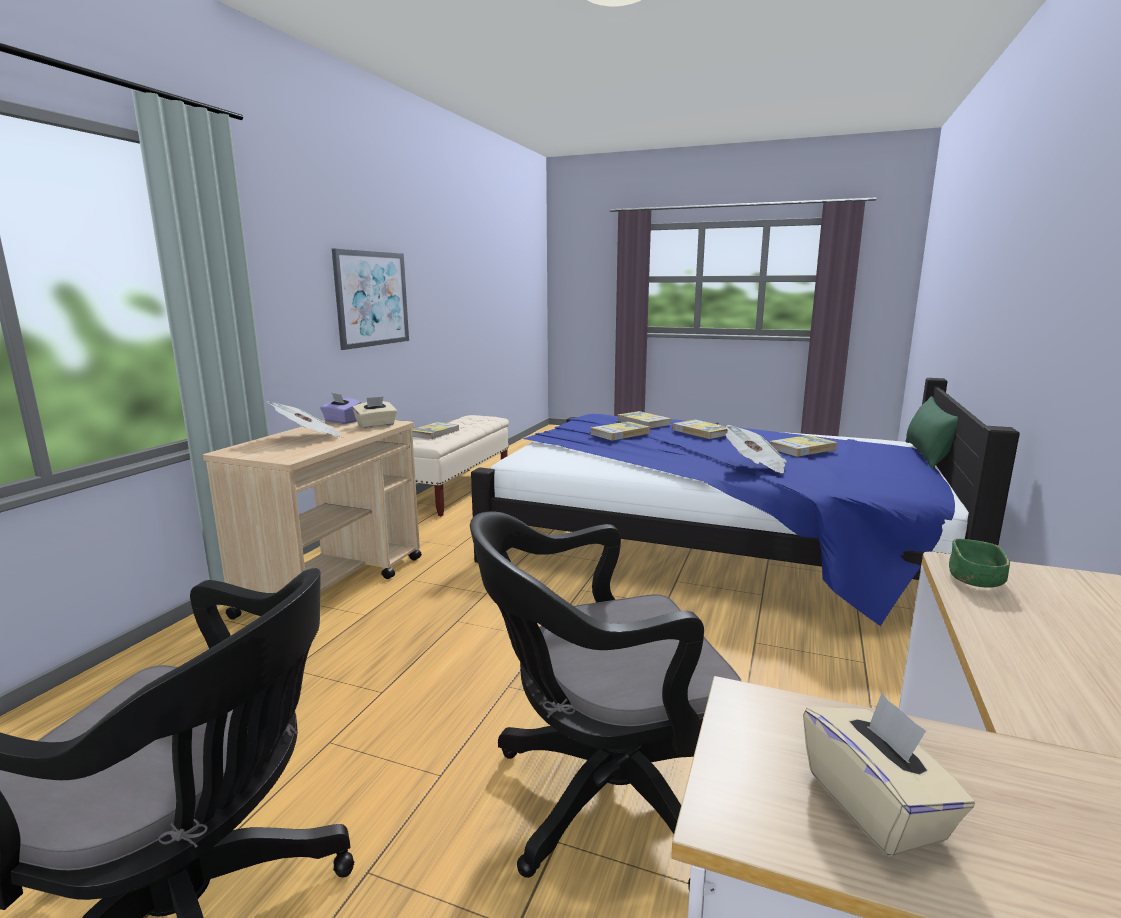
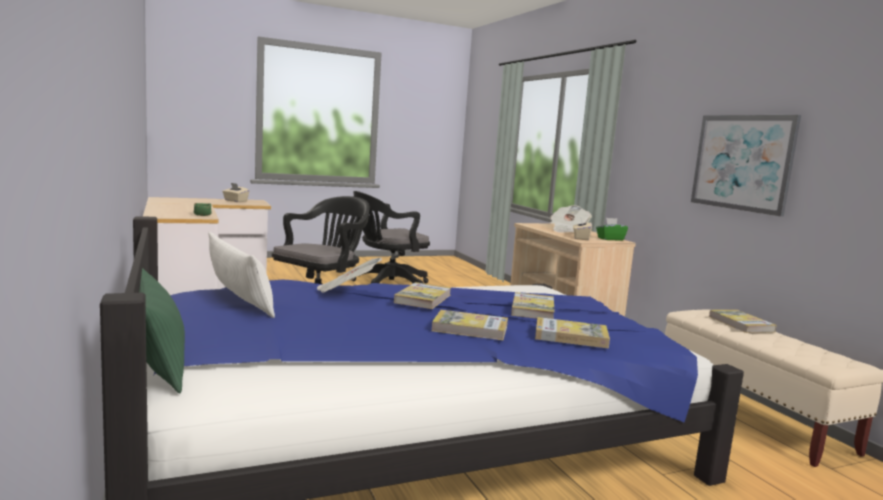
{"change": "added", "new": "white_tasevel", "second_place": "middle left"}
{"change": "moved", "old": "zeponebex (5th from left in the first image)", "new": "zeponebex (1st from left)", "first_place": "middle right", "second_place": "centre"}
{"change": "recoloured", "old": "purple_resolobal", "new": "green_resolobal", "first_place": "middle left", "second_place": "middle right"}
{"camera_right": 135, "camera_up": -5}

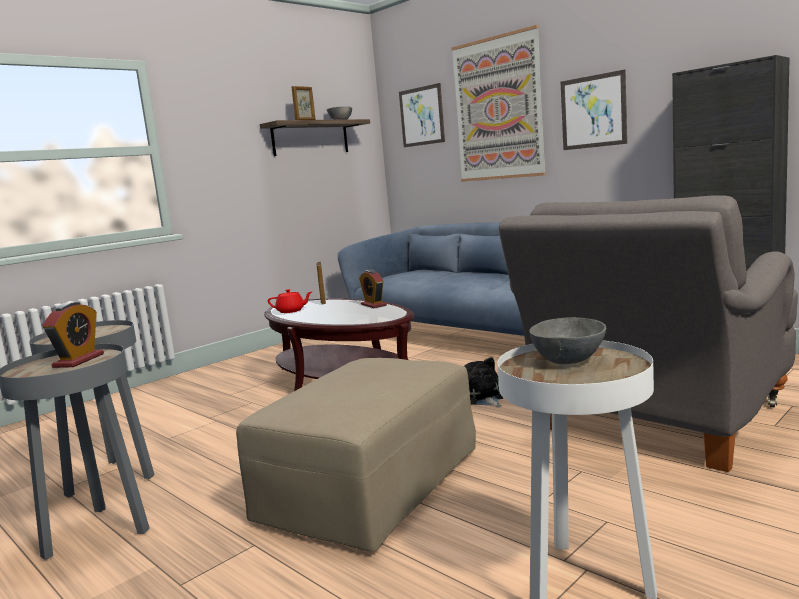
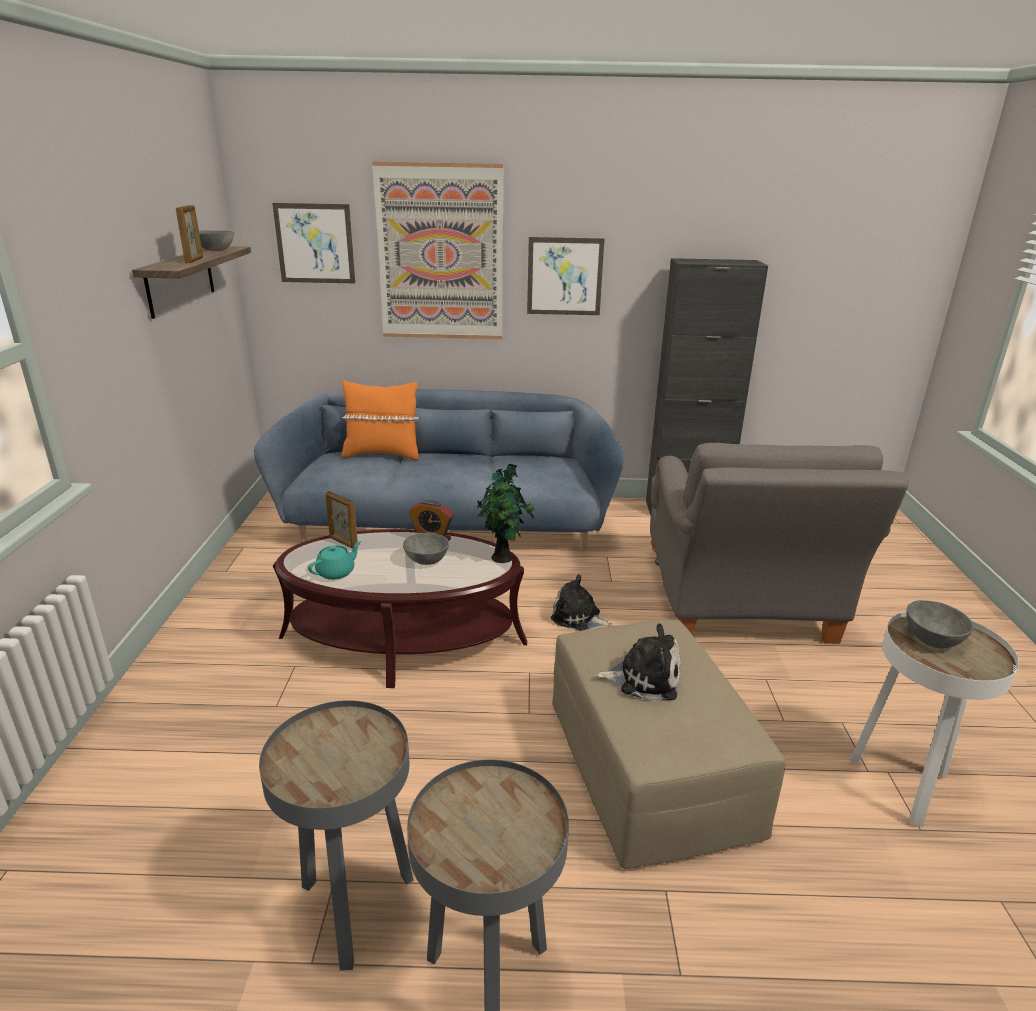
{"change": "recoloured", "old": "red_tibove", "new": "turquoise_tibove", "first_place": "centre", "second_place": "middle left"}
{"change": "added", "new": "orange_tasevel", "second_place": "centre"}
{"change": "added", "new": "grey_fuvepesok (2nd from left)", "second_place": "centre"}
{"change": "added", "new": "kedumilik", "second_place": "centre"}
{"change": "added", "new": "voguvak (2nd from left)", "second_place": "centre"}
{"change": "removed", "old": "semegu (1st from left)", "first_place": "middle left"}
{"camera_right": -45, "camera_up": 15}

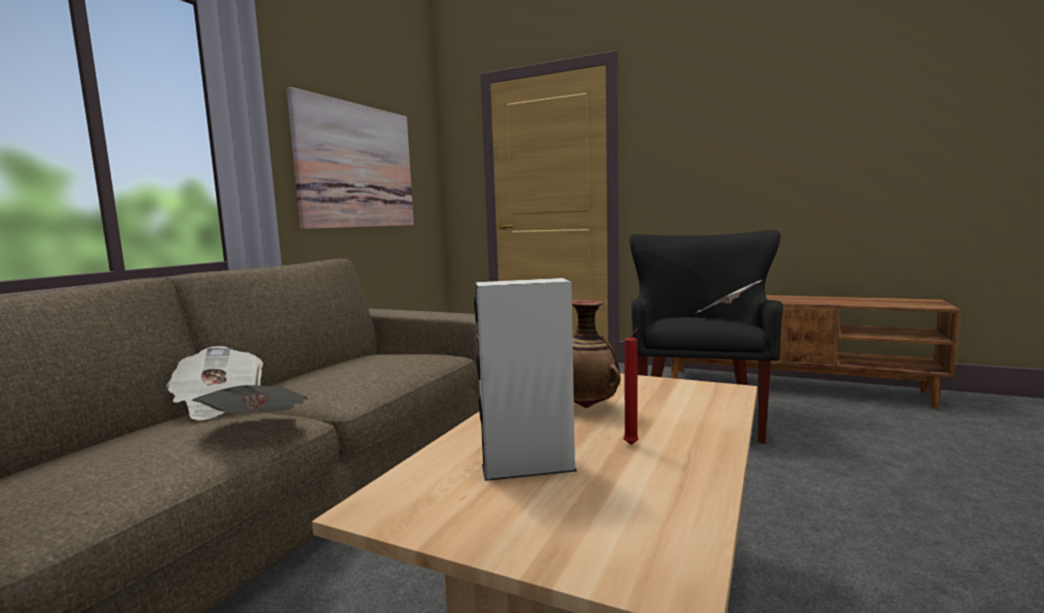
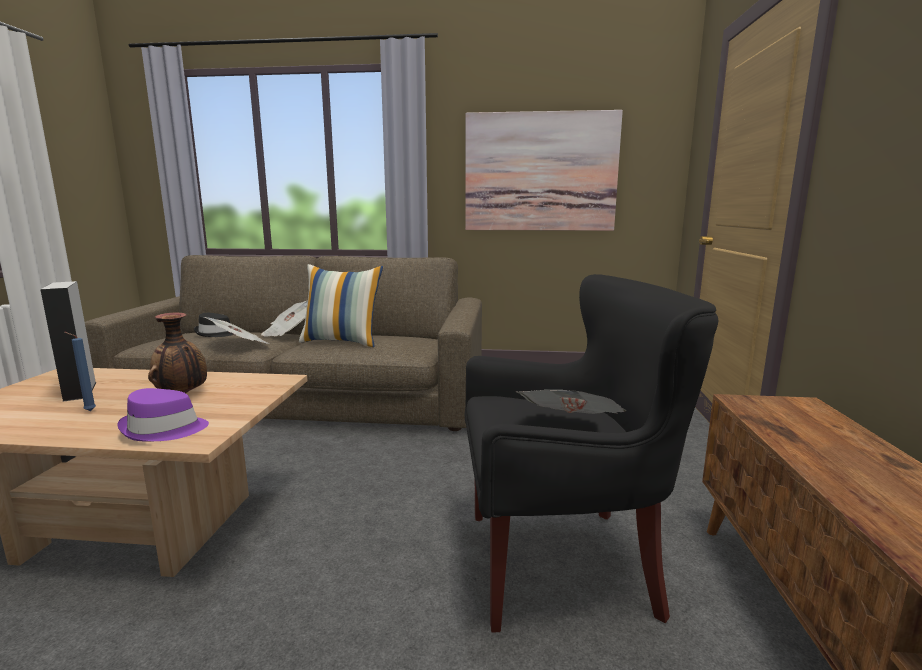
{"change": "recoloured", "old": "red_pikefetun", "new": "blue_pikefetun", "first_place": "centre", "second_place": "middle left"}
{"change": "added", "new": "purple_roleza", "second_place": "middle left"}
{"change": "added", "new": "black_roleza", "second_place": "middle left"}
{"change": "added", "new": "tasevel", "second_place": "centre"}
{"camera_right": 70, "camera_up": 5}

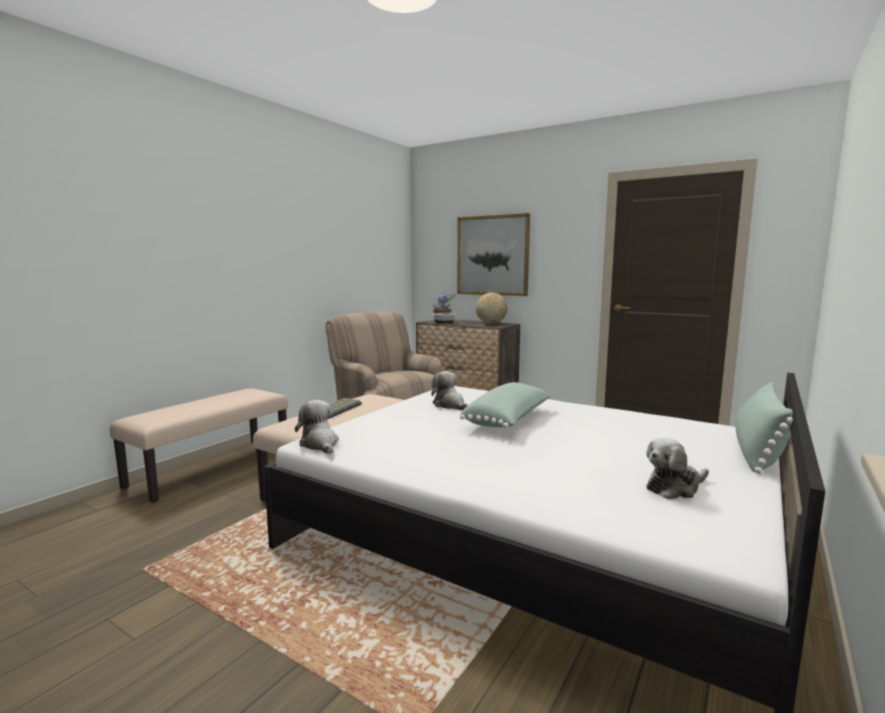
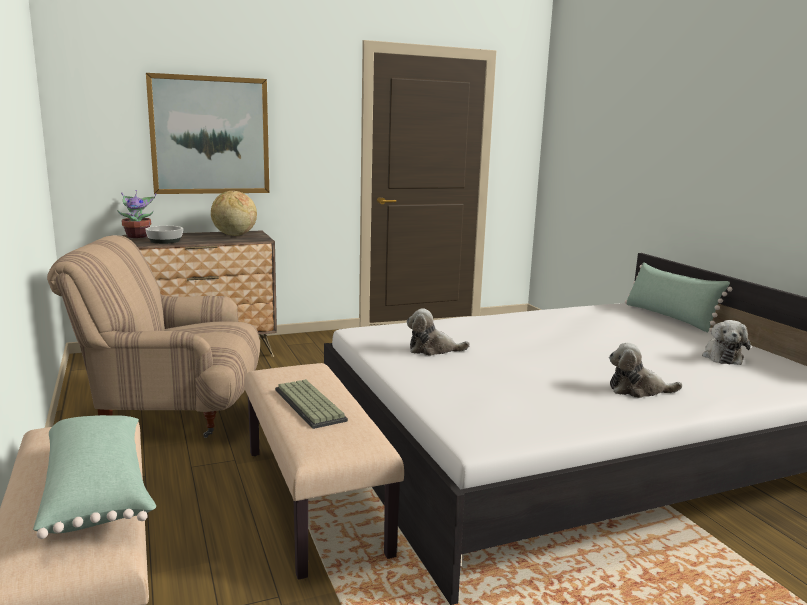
{"change": "moved", "old": "green_tasevel (1st from left)", "first_place": "centre", "second_place": "bottom left"}
{"change": "moved", "old": "voguvak (1st from left in the first image)", "new": "voguvak (2nd from left)", "first_place": "centre", "second_place": "middle right"}
{"camera_right": -55, "camera_up": 5}

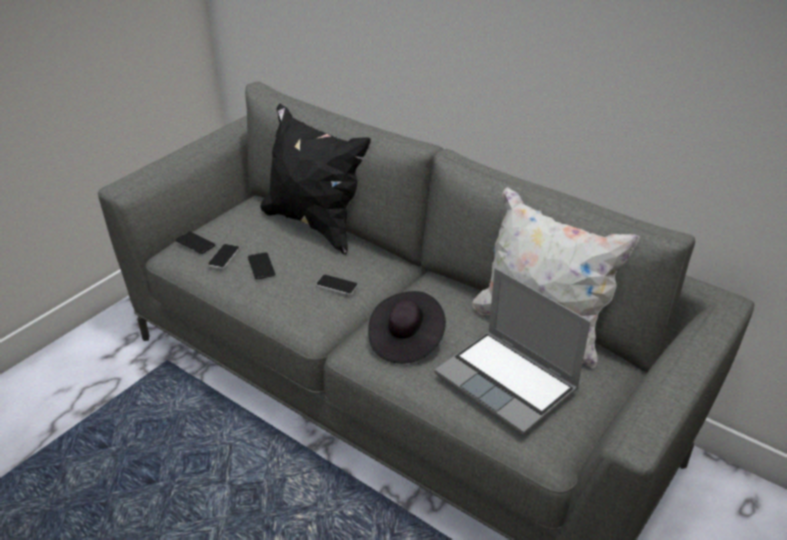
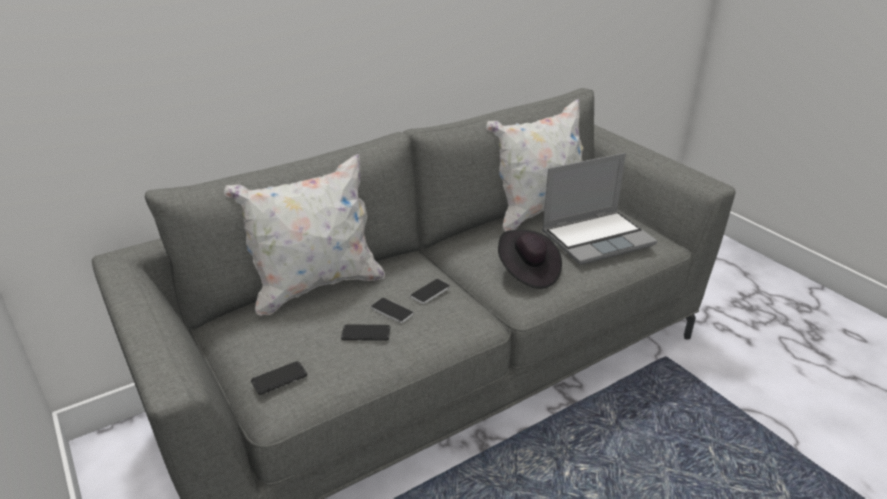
{"change": "recoloured", "old": "black_tasevel", "new": "white_tasevel (1st from left)", "first_place": "top centre", "second_place": "centre"}
{"change": "moved", "old": "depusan (2nd from left in the first image)", "new": "depusan (3rd from left)", "first_place": "middle left", "second_place": "centre"}
{"camera_right": -70, "camera_up": -5}

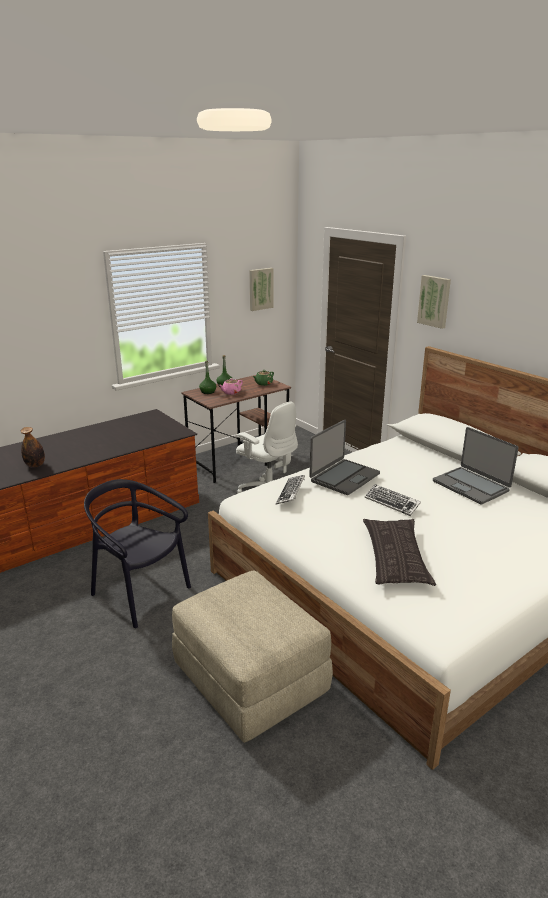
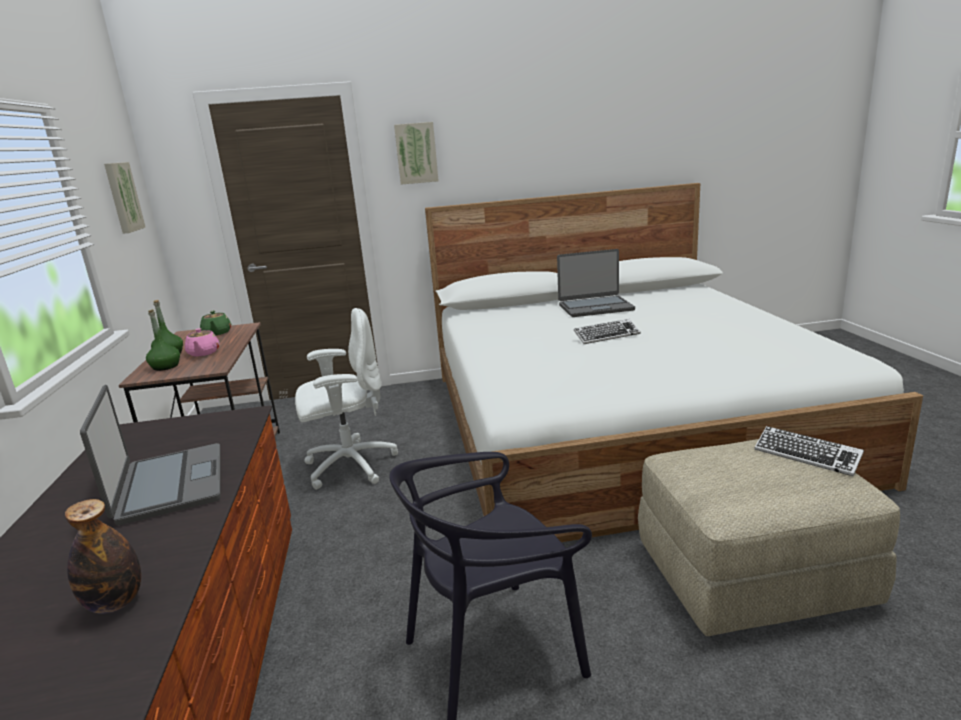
{"change": "moved", "old": "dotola (1st from left)", "first_place": "centre", "second_place": "middle left"}
{"change": "moved", "old": "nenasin (1st from left in the first image)", "new": "nenasin (2nd from left)", "first_place": "centre", "second_place": "middle right"}
{"change": "removed", "old": "tasevel", "first_place": "middle right"}
{"camera_right": -60, "camera_up": -5}

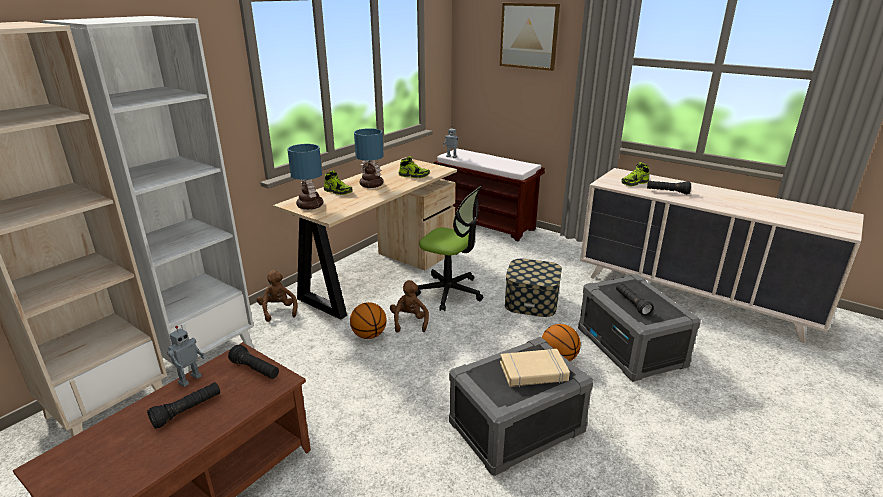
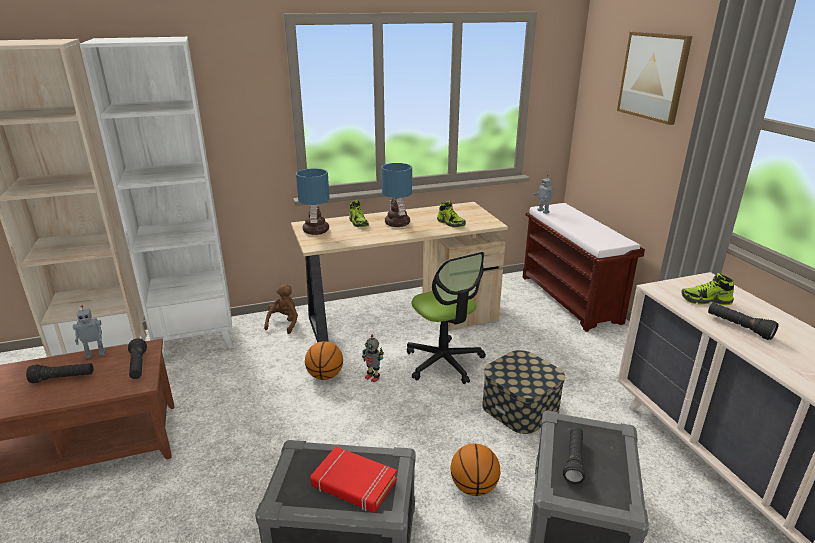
{"change": "recoloured", "old": "beige_zeponebex", "new": "red_zeponebex", "first_place": "bottom centre", "second_place": "bottom centre"}
{"change": "replaced", "old": "brown_voguvak (2nd from left)", "new": "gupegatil (2nd from left)", "first_place": "centre", "second_place": "centre"}
{"camera_right": 35, "camera_up": 0}

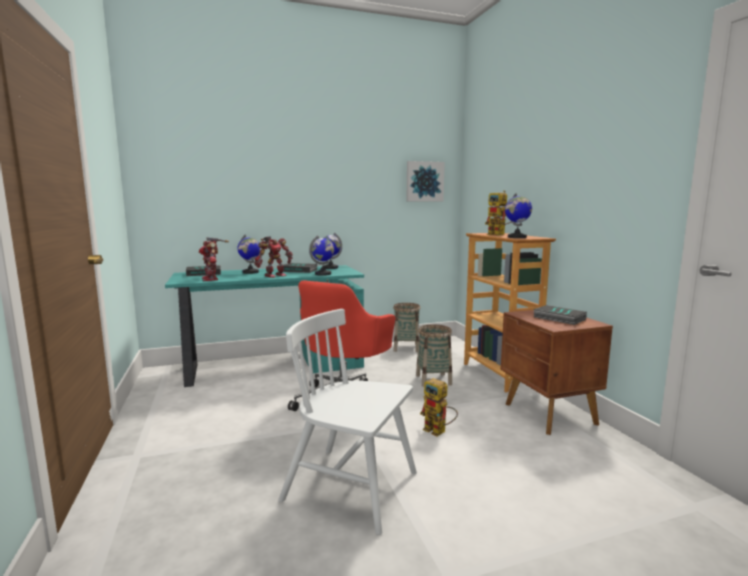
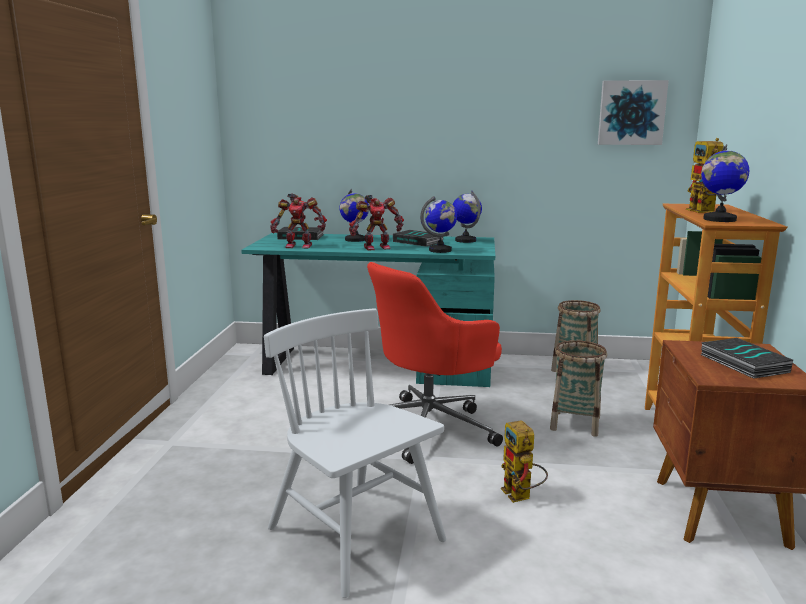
{"change": "turned", "old": "gupegatil (1st from left)", "first_place": "middle left", "second_place": "centre", "degrees": -90}
{"camera_right": 25, "camera_up": 5}

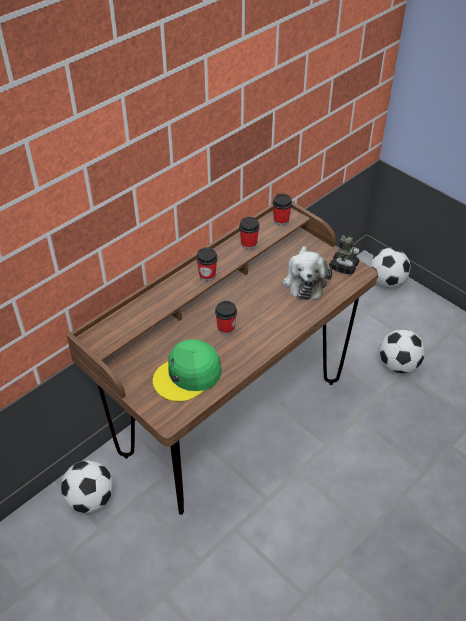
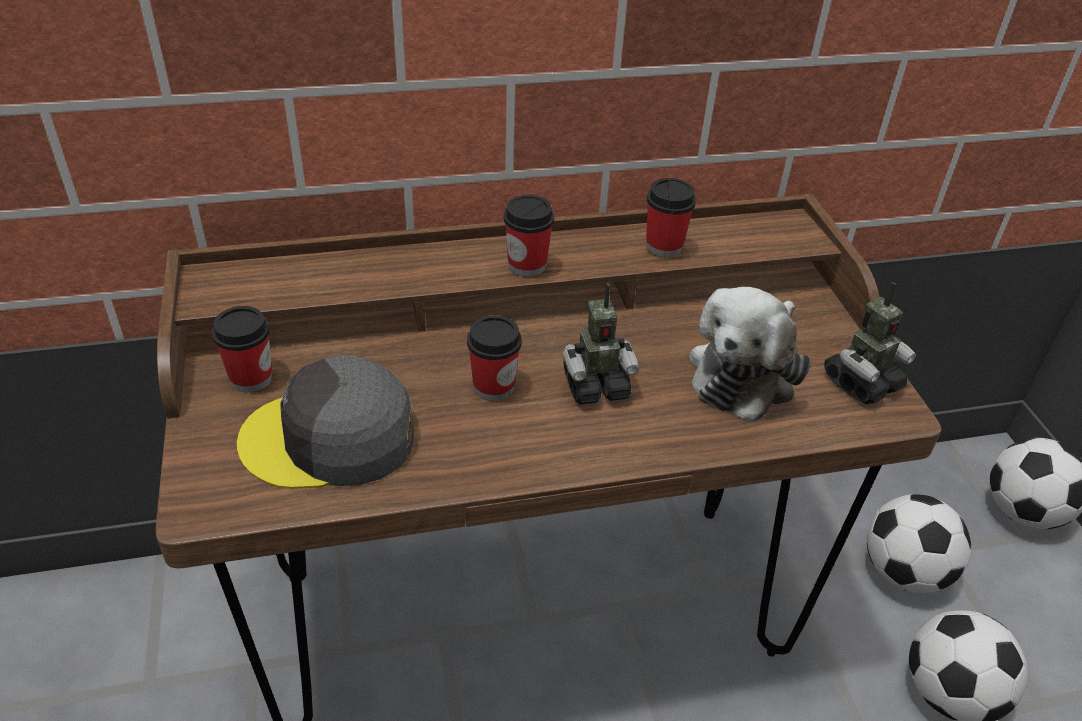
{"change": "moved", "old": "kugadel (4th from left in the first image)", "new": "kugadel (1st from left)", "first_place": "centre", "second_place": "middle left"}
{"change": "recoloured", "old": "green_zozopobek", "new": "grey_zozopobek", "first_place": "centre", "second_place": "middle left"}
{"change": "added", "new": "gupegatil (1st from left)", "second_place": "centre"}
{"change": "moved", "old": "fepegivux (1st from left)", "first_place": "bottom left", "second_place": "bottom right"}
{"camera_right": 30, "camera_up": -5}

